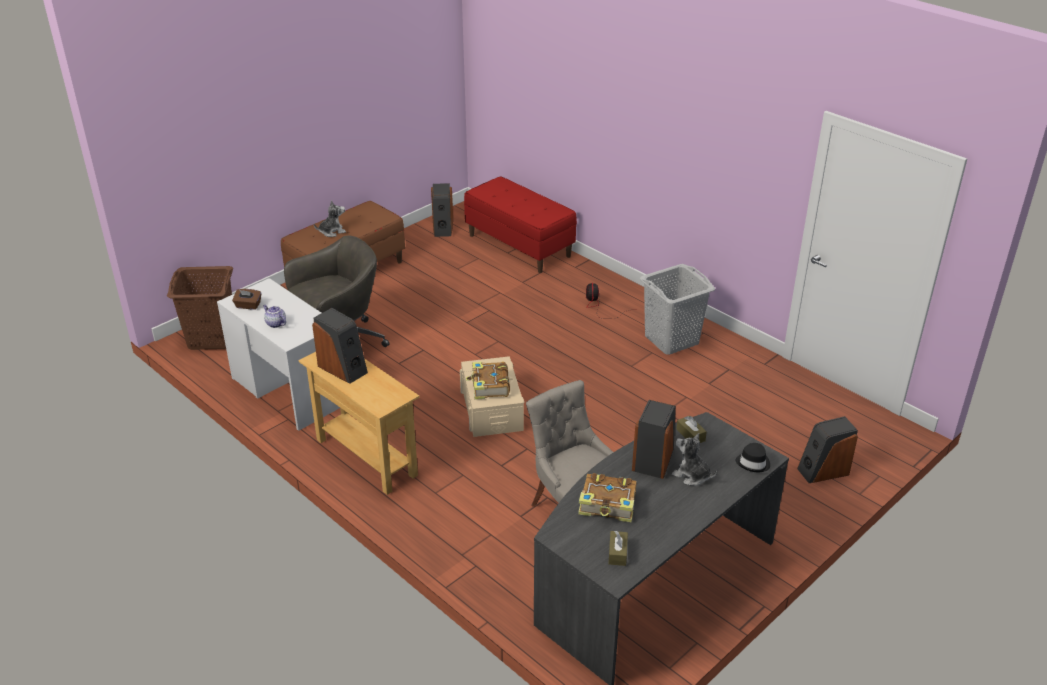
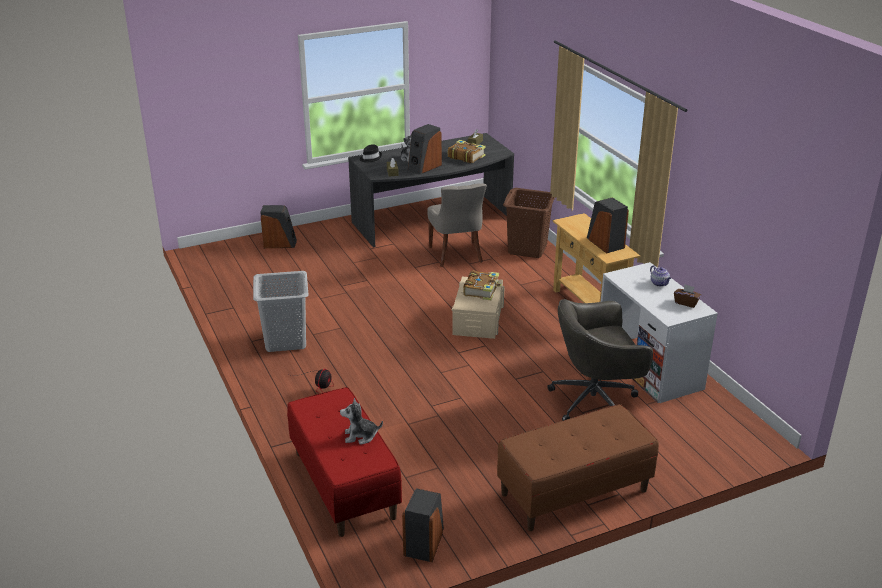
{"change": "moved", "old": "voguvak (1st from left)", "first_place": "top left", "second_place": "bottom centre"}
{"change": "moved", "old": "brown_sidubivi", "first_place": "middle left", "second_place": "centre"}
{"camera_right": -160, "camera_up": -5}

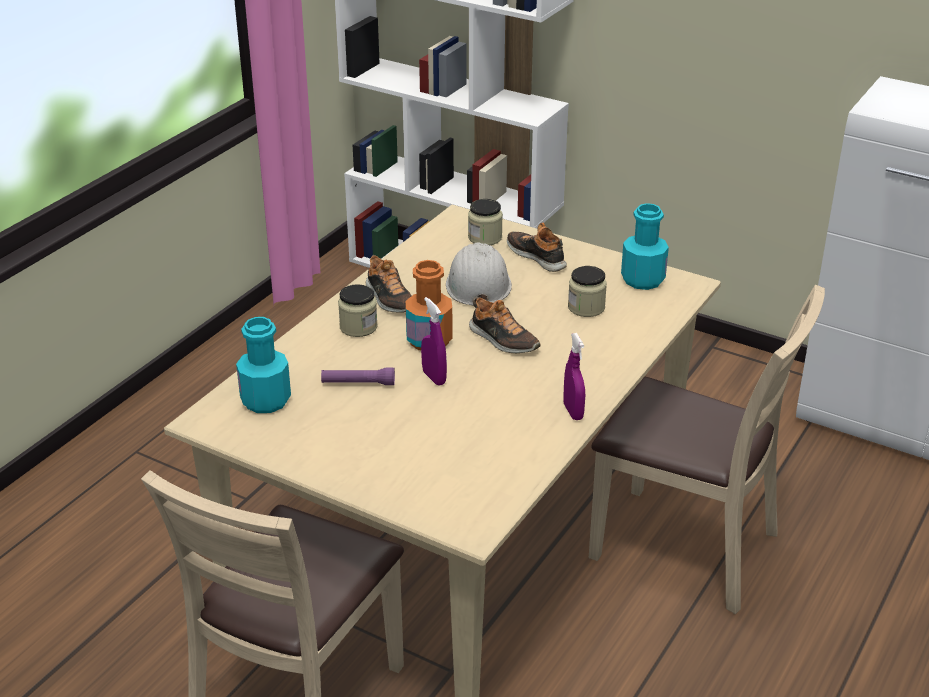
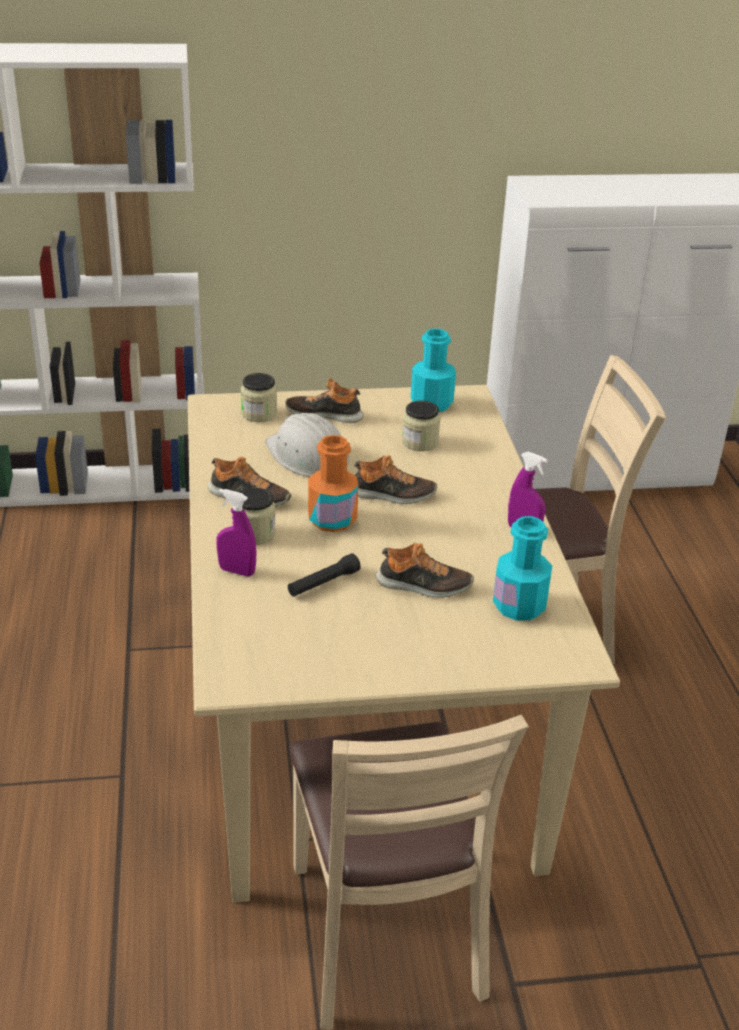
{"change": "moved", "old": "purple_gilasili (1st from left)", "first_place": "centre", "second_place": "middle left"}
{"change": "recoloured", "old": "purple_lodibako", "new": "black_lodibako", "first_place": "centre", "second_place": "centre"}
{"change": "added", "new": "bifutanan (4th from left)", "second_place": "centre"}
{"change": "moved", "old": "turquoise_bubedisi (1st from left in the first image)", "new": "turquoise_bubedisi (2nd from left)", "first_place": "middle left", "second_place": "middle right"}
{"camera_right": -40, "camera_up": 0}

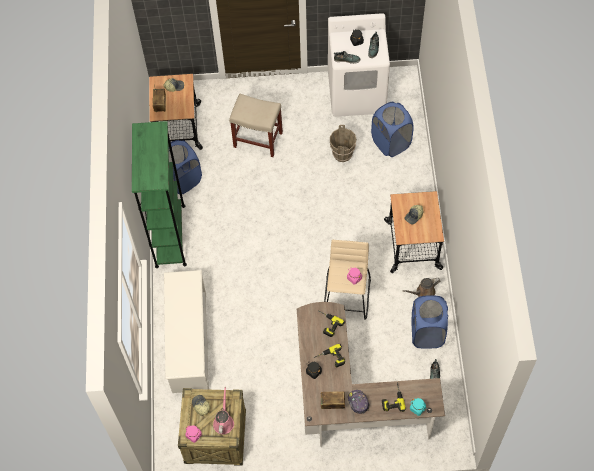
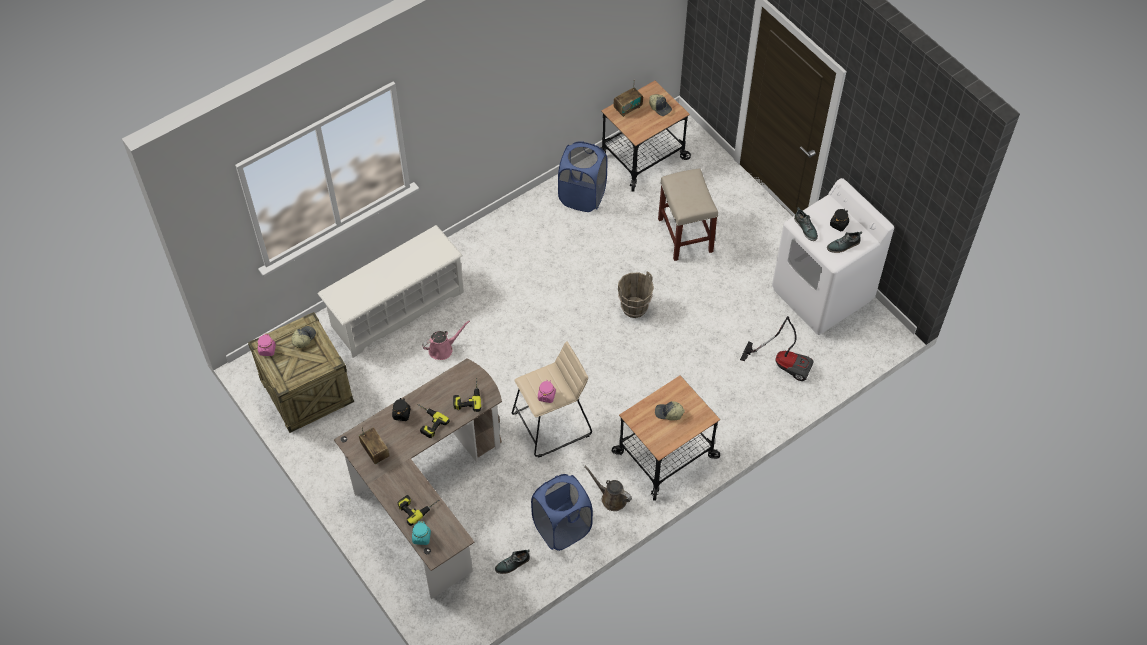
{"change": "moved", "old": "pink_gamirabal", "first_place": "bottom centre", "second_place": "centre"}
{"change": "moved", "old": "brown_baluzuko", "first_place": "top centre", "second_place": "centre"}
{"change": "replaced", "old": "blue_sidubivi (2nd from left)", "new": "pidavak", "first_place": "top centre", "second_place": "middle right"}
{"change": "removed", "old": "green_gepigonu", "first_place": "middle left"}
{"change": "removed", "old": "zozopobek (3rd from left)", "first_place": "bottom centre"}
{"camera_right": 55, "camera_up": -5}

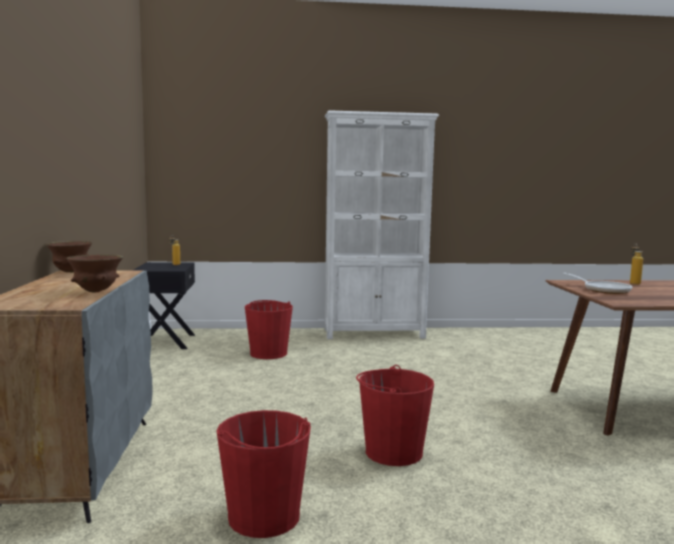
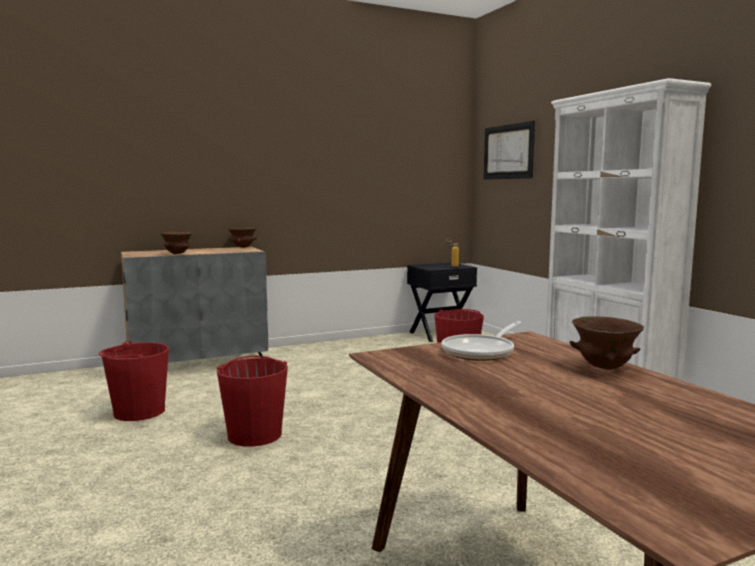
{"change": "added", "new": "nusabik", "second_place": "top right"}
{"change": "replaced", "old": "bubedisi (2nd from left)", "new": "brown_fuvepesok (3rd from left)", "first_place": "middle right", "second_place": "middle right"}
{"camera_right": 70, "camera_up": 0}

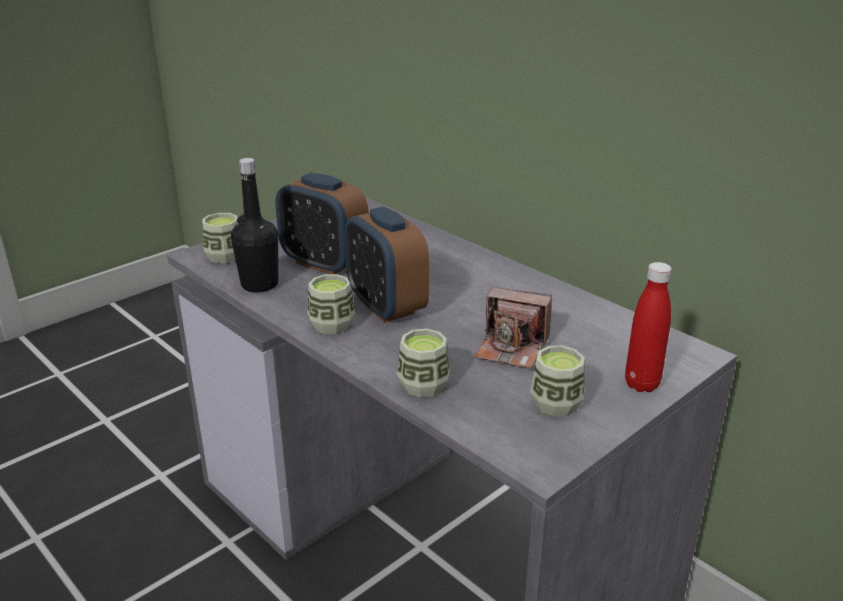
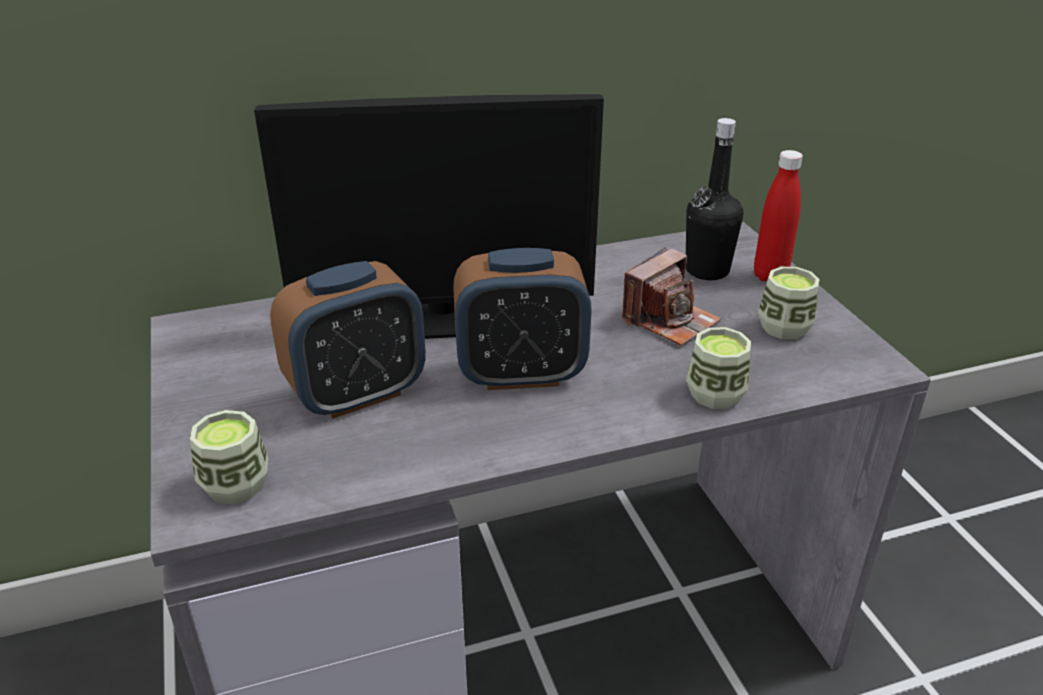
{"change": "added", "new": "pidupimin", "second_place": "top centre"}
{"change": "moved", "old": "black_bubedisi", "first_place": "middle left", "second_place": "top right"}
{"change": "removed", "old": "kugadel (2nd from left)", "first_place": "centre"}
{"camera_right": -65, "camera_up": 5}

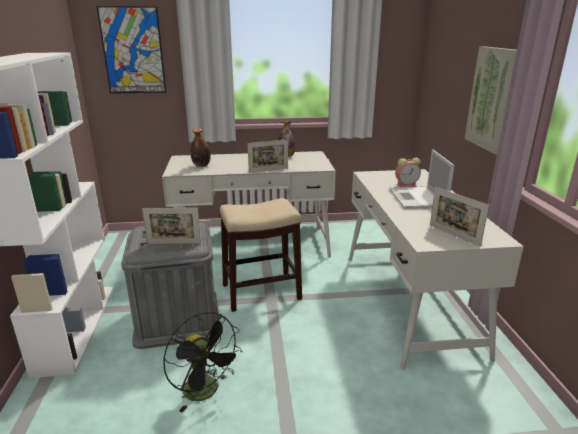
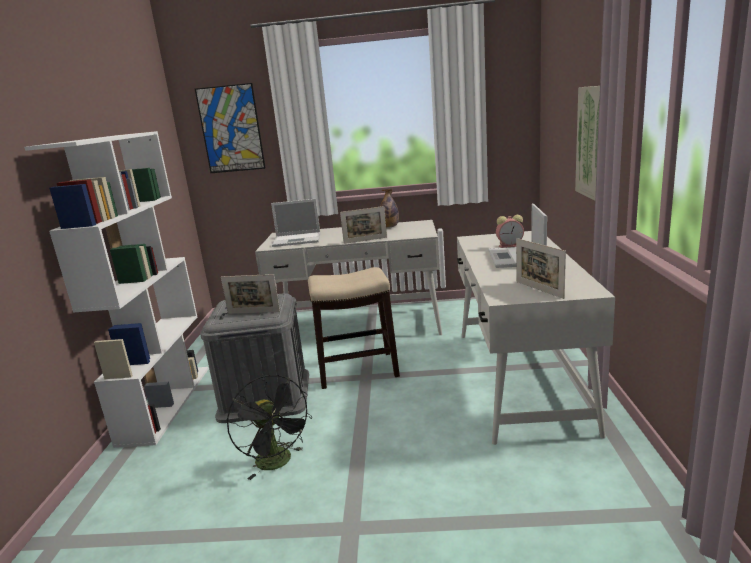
{"change": "replaced", "old": "bubedisi (1st from left)", "new": "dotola (1st from left)", "first_place": "centre", "second_place": "centre"}
{"camera_right": 10, "camera_up": -5}

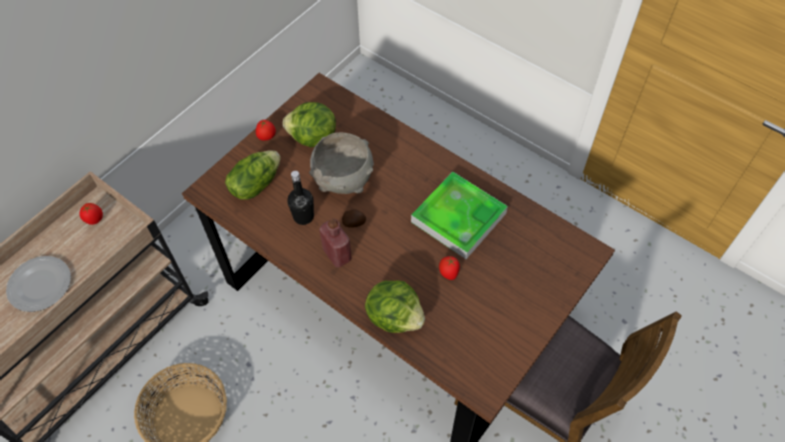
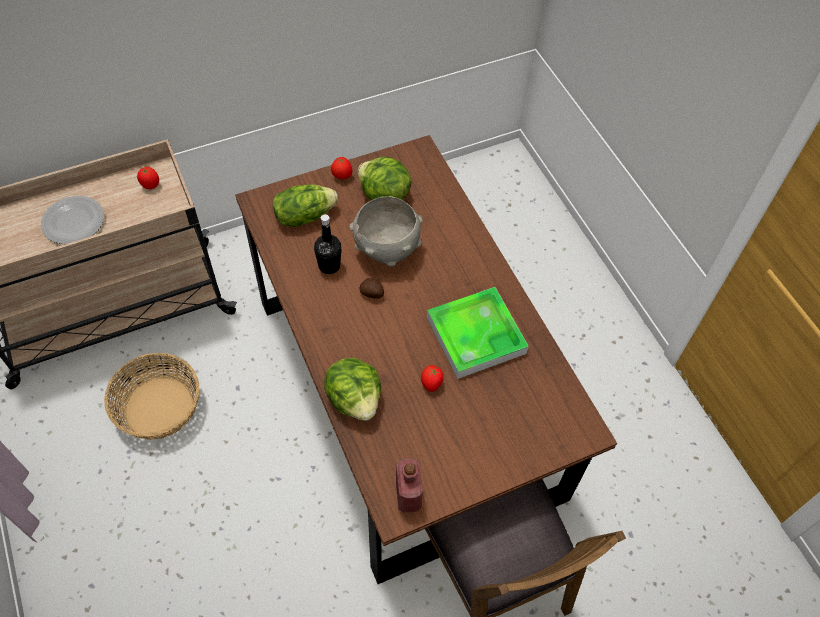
{"change": "moved", "old": "red_bubedisi", "first_place": "centre", "second_place": "bottom centre"}
{"camera_right": 25, "camera_up": 0}

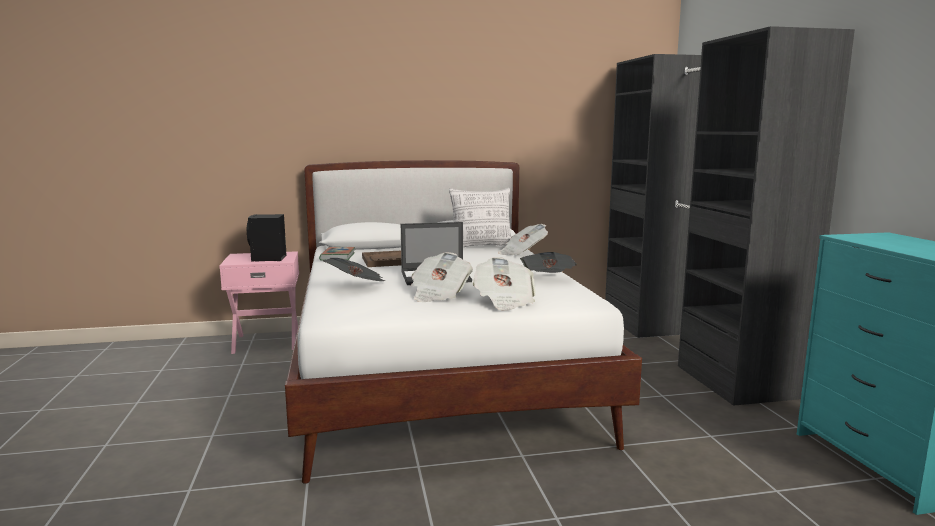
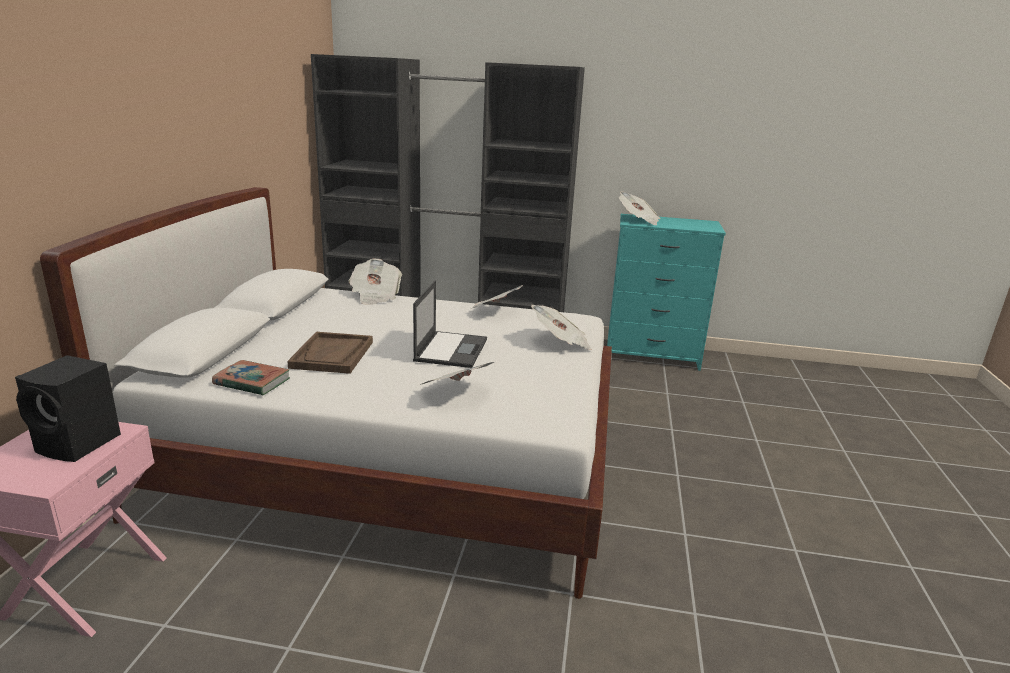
{"change": "moved", "old": "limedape (2nd from left in the first image)", "new": "limedape (5th from left)", "first_place": "centre", "second_place": "top centre"}
{"change": "removed", "old": "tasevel", "first_place": "centre"}
{"camera_right": -70, "camera_up": 10}

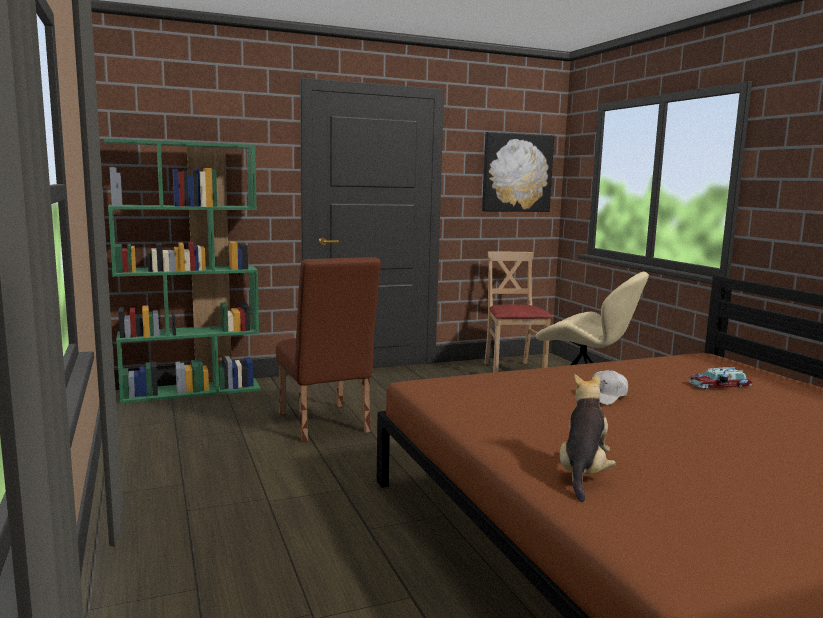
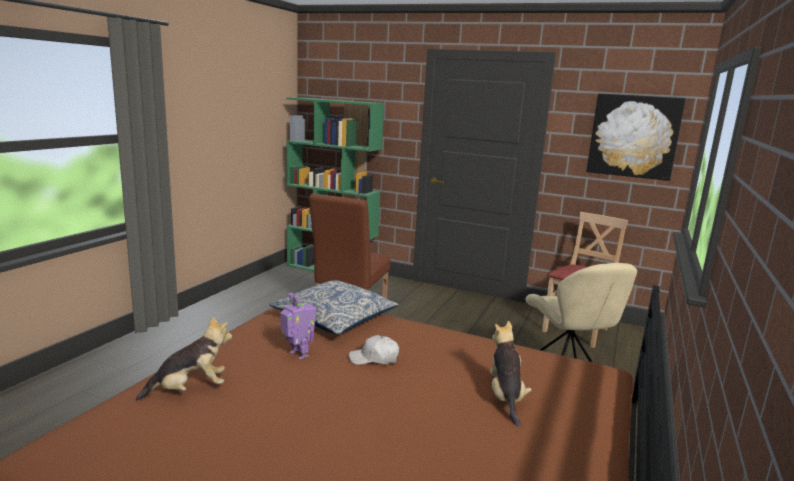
{"change": "added", "new": "tasevel", "second_place": "centre"}
{"change": "added", "new": "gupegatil", "second_place": "bottom centre"}
{"change": "replaced", "old": "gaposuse", "new": "voguvak (2nd from left)", "first_place": "middle right", "second_place": "bottom centre"}
{"camera_right": 45, "camera_up": 5}

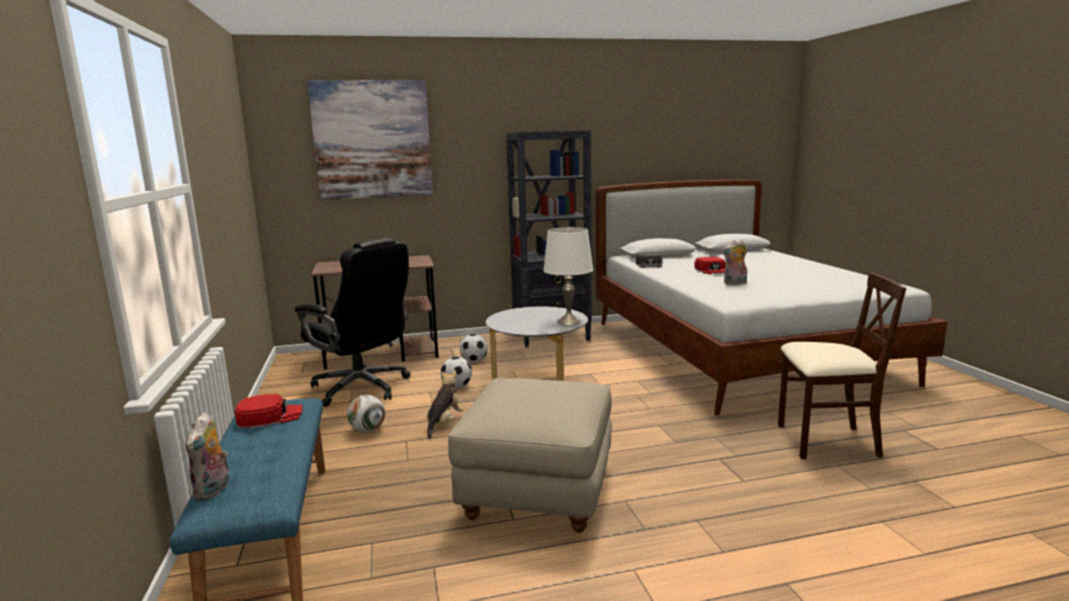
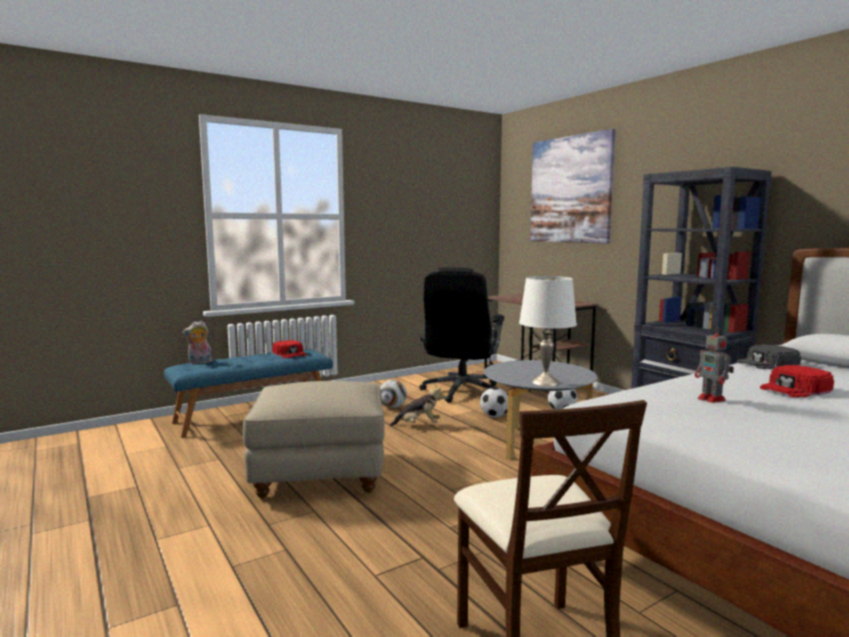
{"change": "replaced", "old": "voguvak (3rd from left)", "new": "gupegatil", "first_place": "middle right", "second_place": "middle right"}
{"camera_right": 70, "camera_up": -5}

